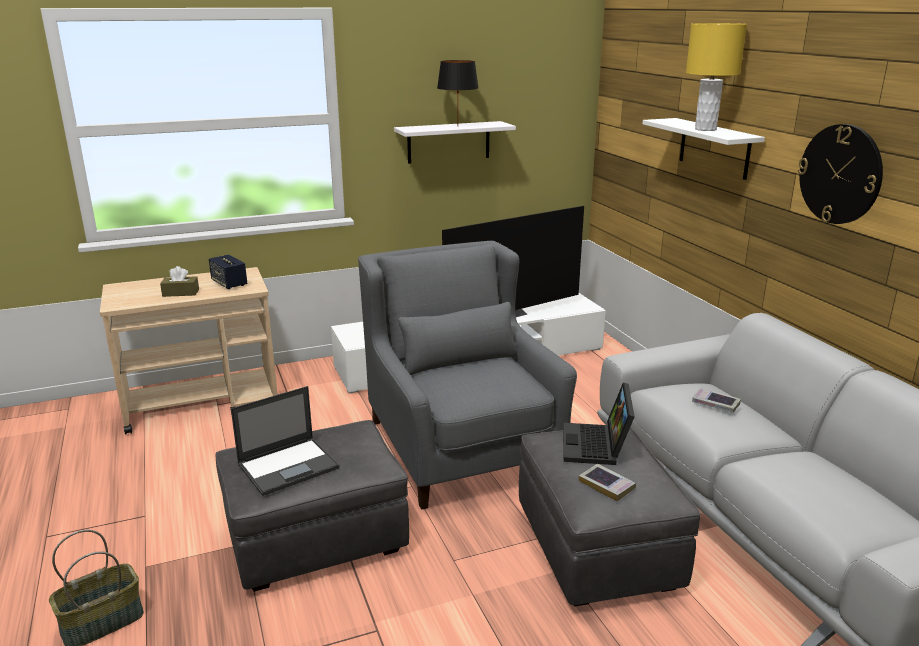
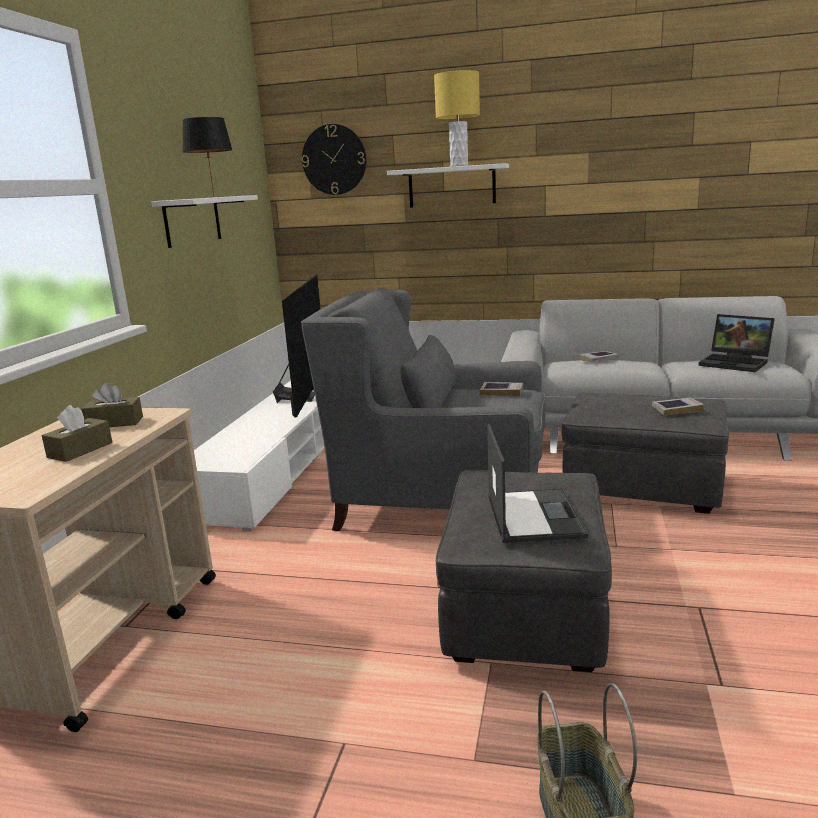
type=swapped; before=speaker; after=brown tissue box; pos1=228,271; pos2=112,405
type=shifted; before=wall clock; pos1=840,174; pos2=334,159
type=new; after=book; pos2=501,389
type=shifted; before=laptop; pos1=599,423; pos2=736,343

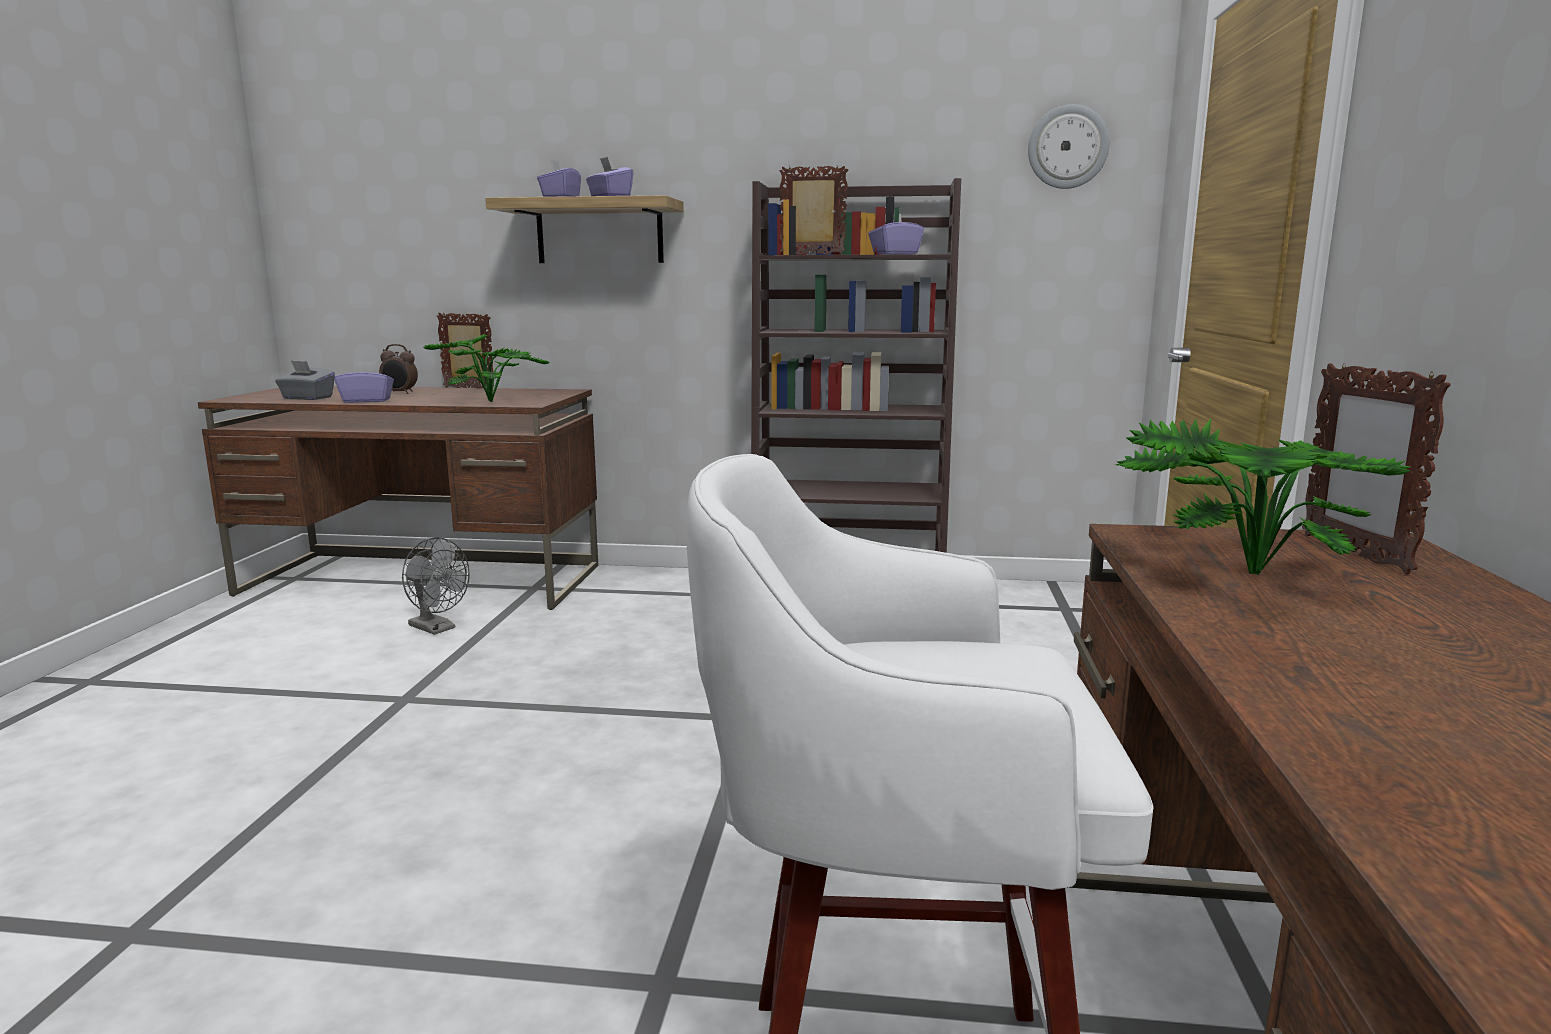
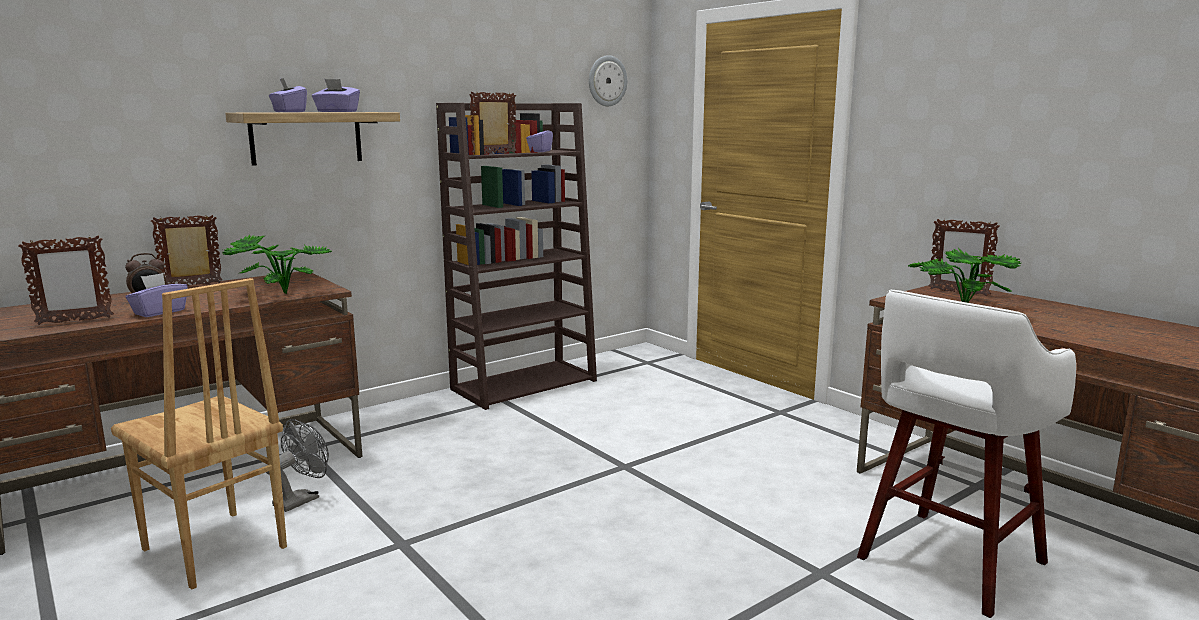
type=swapped; before=grey tissue box; after=picture frame; pos1=305,380; pos2=66,280
type=new; after=brown chair; pos2=199,434
type=rotated; before=grey fan; pos1=436,586; pos2=297,465; turn=-45

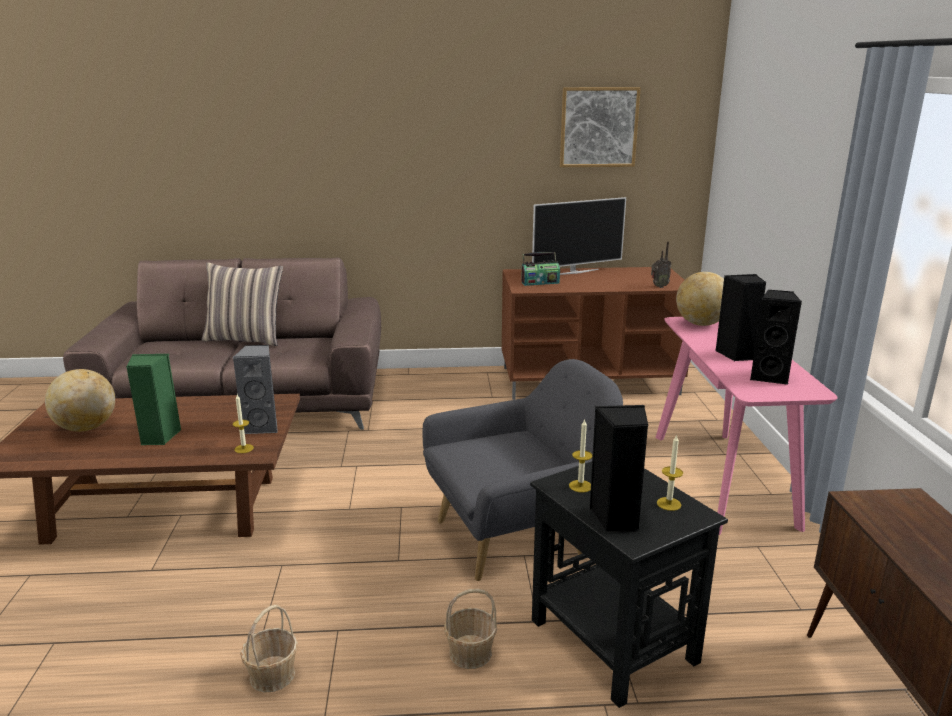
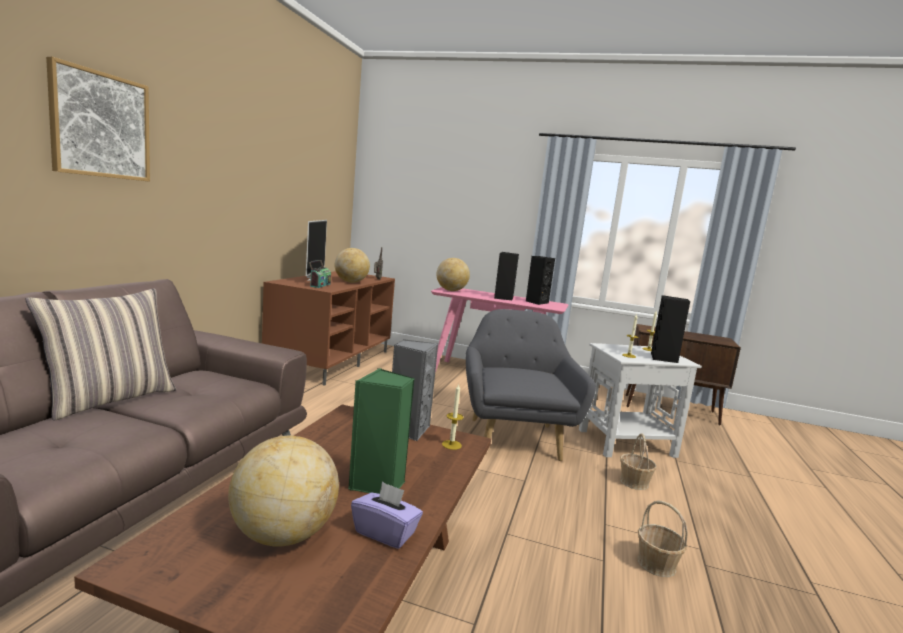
type=shifted; before=picture; pos1=600,127; pos2=98,119
type=new; after=globe; pos2=352,265
type=new; after=purple tissue box; pos2=387,515
type=repainted; before=black side table; after=white side table; pos1=629,584; pos2=640,400

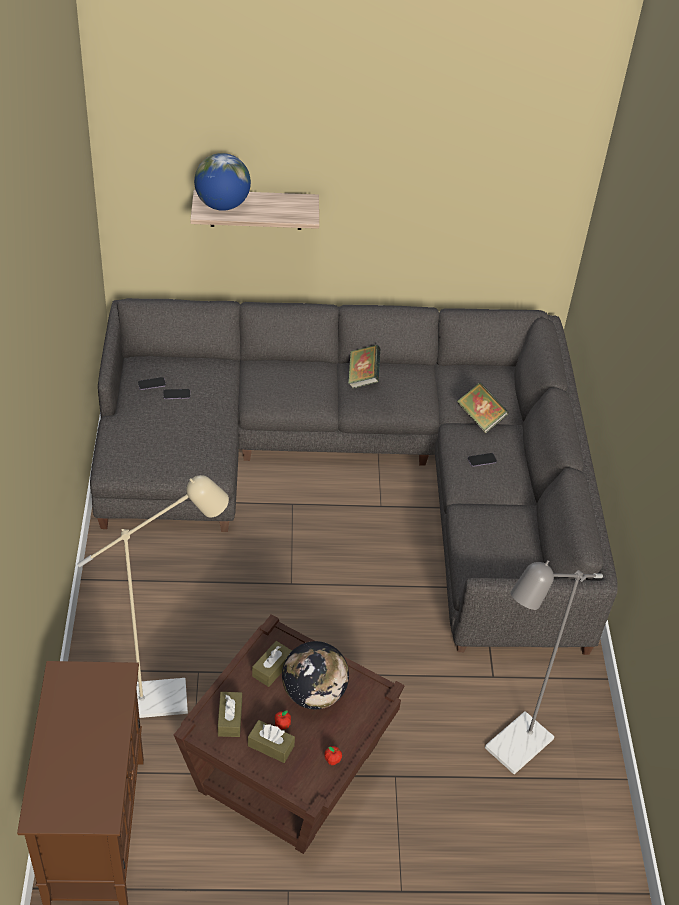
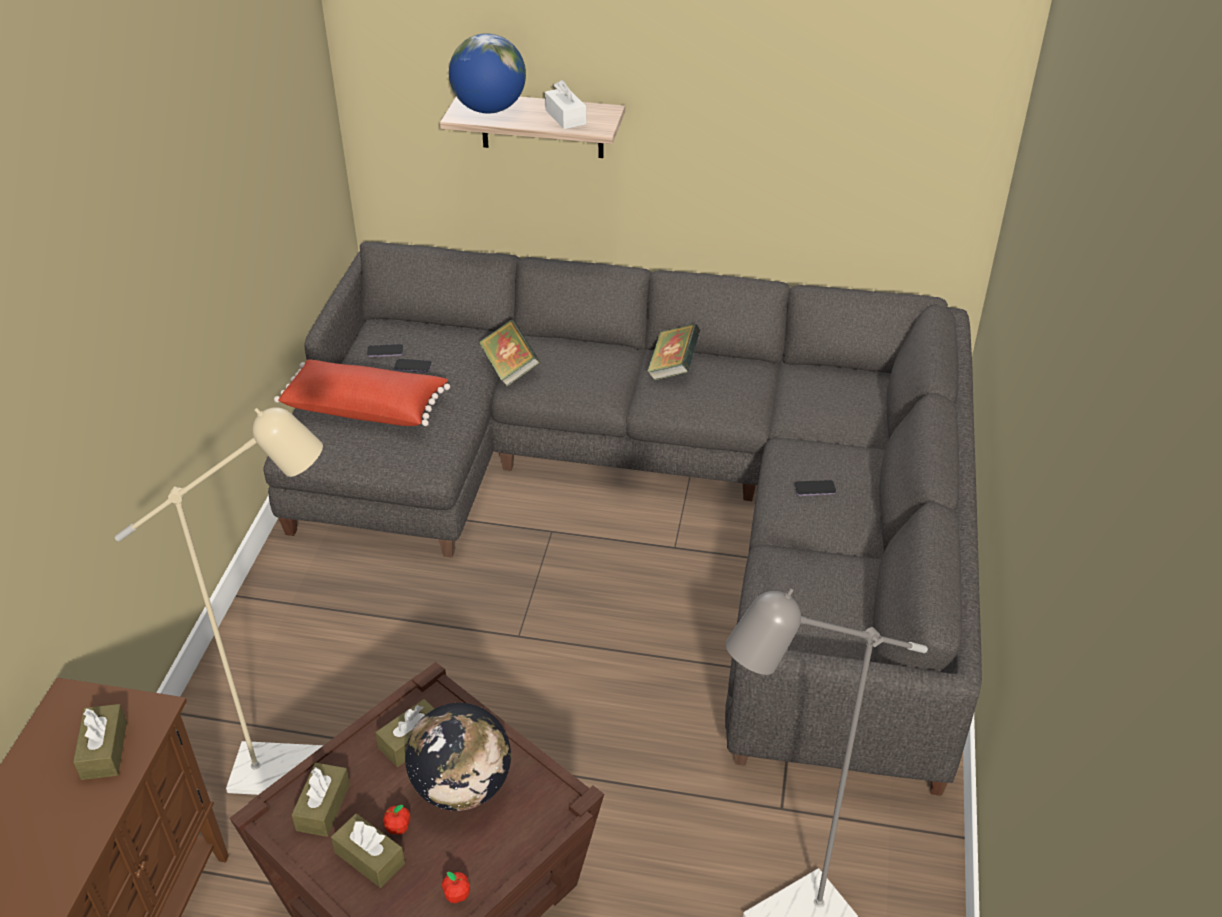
type=new; after=brown tissue box; pos2=100,742
type=new; after=red pillow; pos2=362,392
type=shifted; before=book; pos1=483,407; pos2=509,353
type=new; after=white tissue box; pos2=565,104

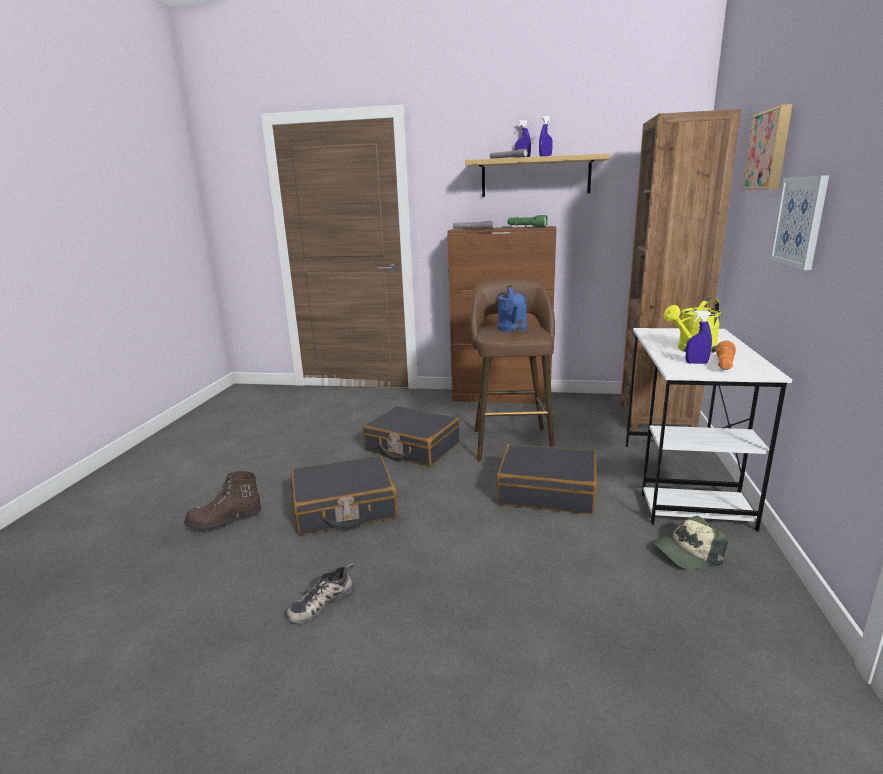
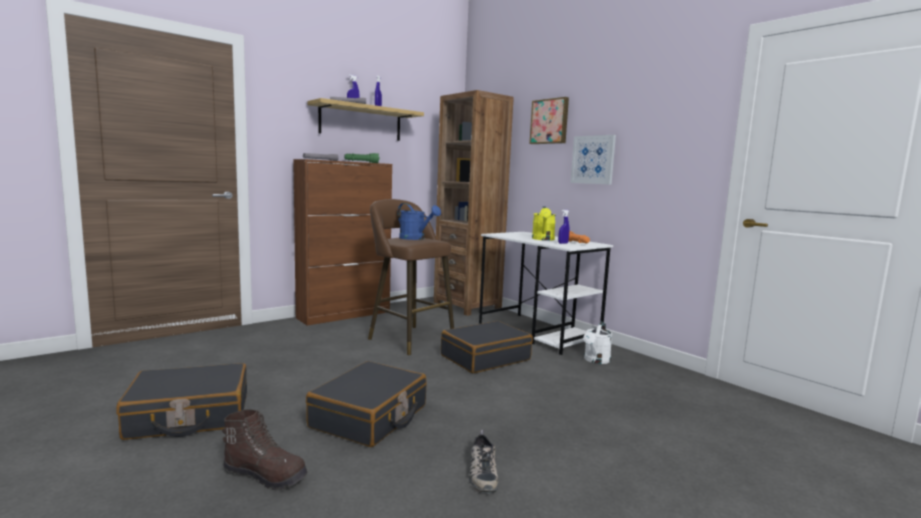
type=shifted; before=black suitcase; pos1=411,436; pos2=181,401
type=rotated; before=brown boot; pos1=223,502; pos2=265,449; turn=-90
type=swapped; before=cap; after=white watering can; pos1=690,542; pos2=598,343

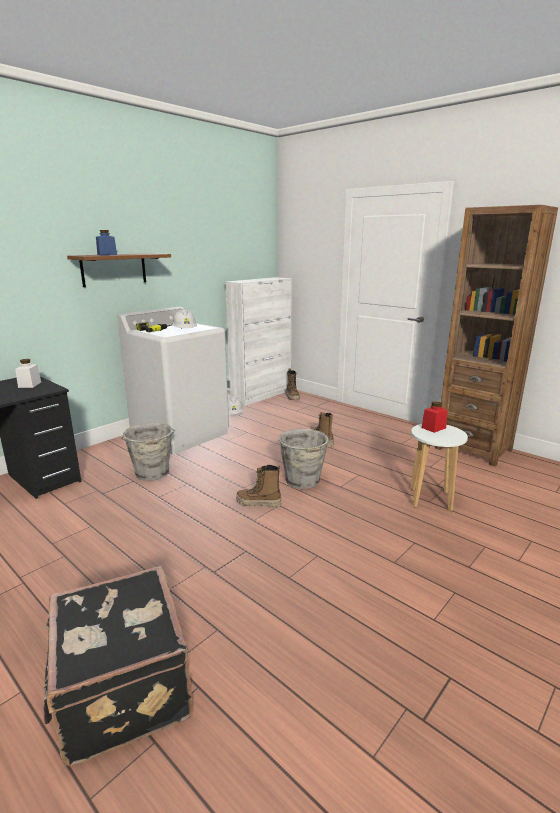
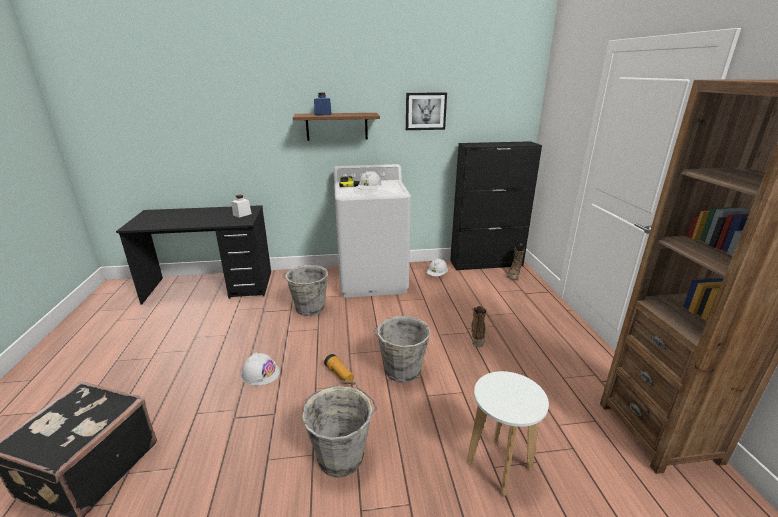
type=new; after=white hard hat; pos2=260,369
type=new; after=grey bucket; pos2=339,429
type=swapped; before=boot; after=flashlight; pos1=258,486; pos2=339,368
type=new; after=picture; pos2=426,111
type=repainted; before=white cabinet; after=black cabinet; pos1=258,341; pos2=496,205
type=gone; before=red jar; pos1=435,417

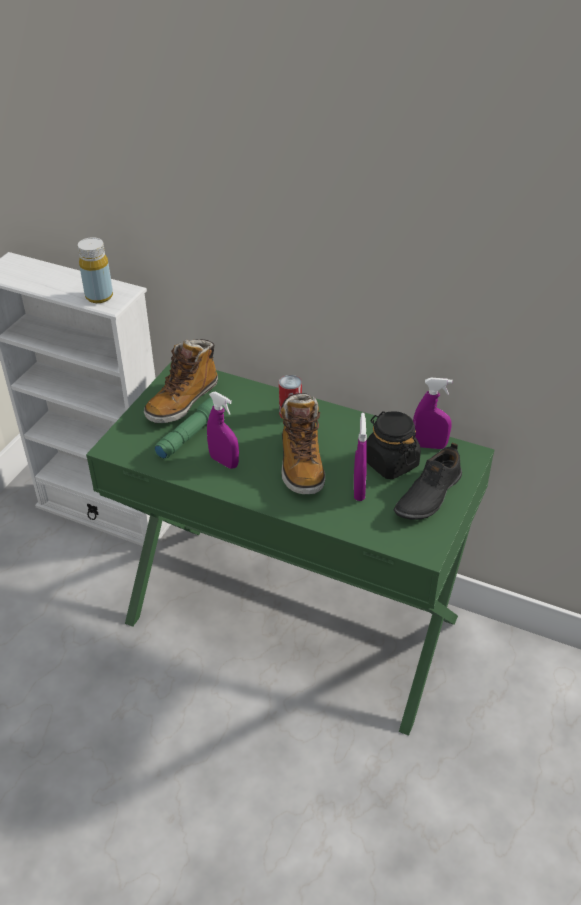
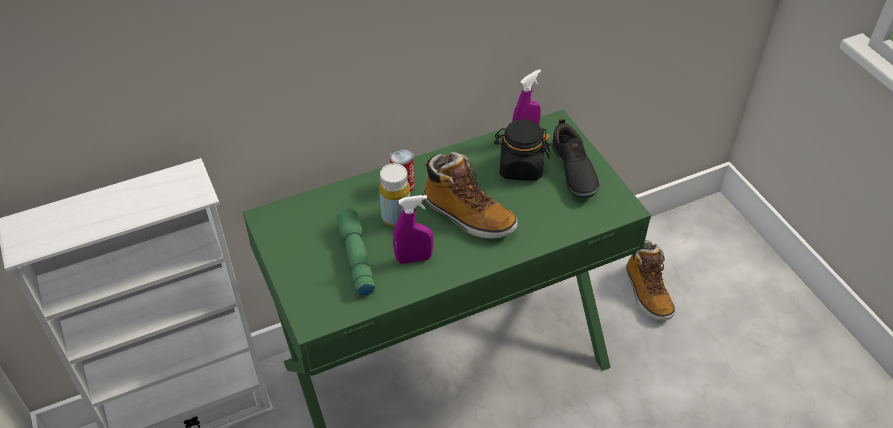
type=shifted; before=yellow bottle; pos1=95,270; pos2=394,195
type=shifted; before=boot; pos1=181,381; pos2=650,280
type=gone; before=purple spray bottle; pos1=360,457

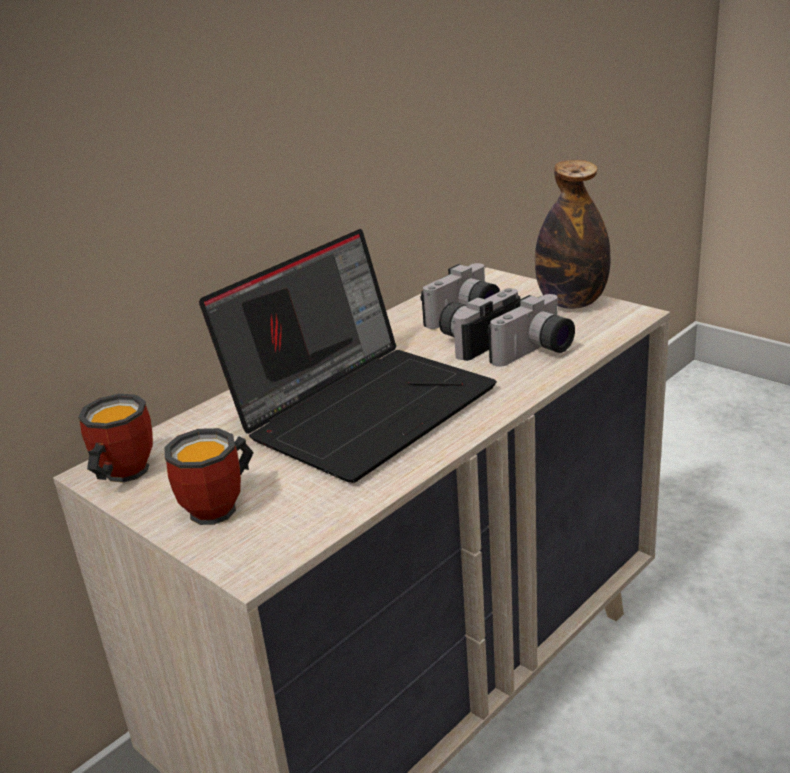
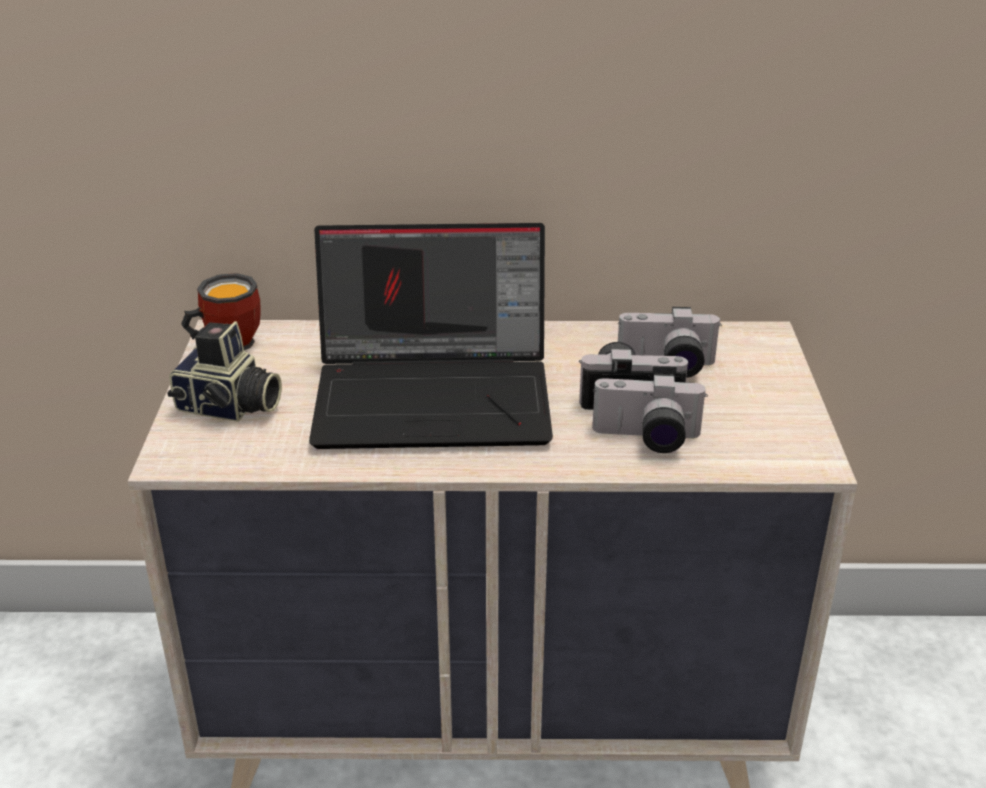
type=swapped; before=mug; after=photo camera; pos1=209,476; pos2=224,371
type=gone; before=bottle; pos1=572,234

